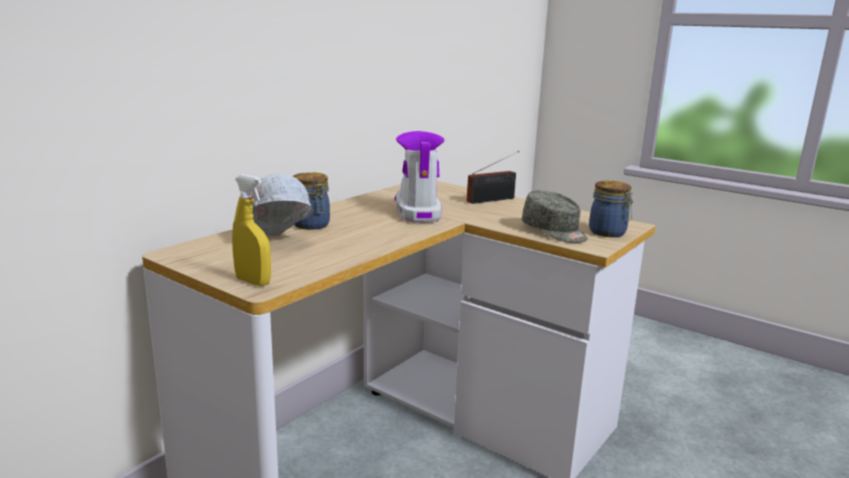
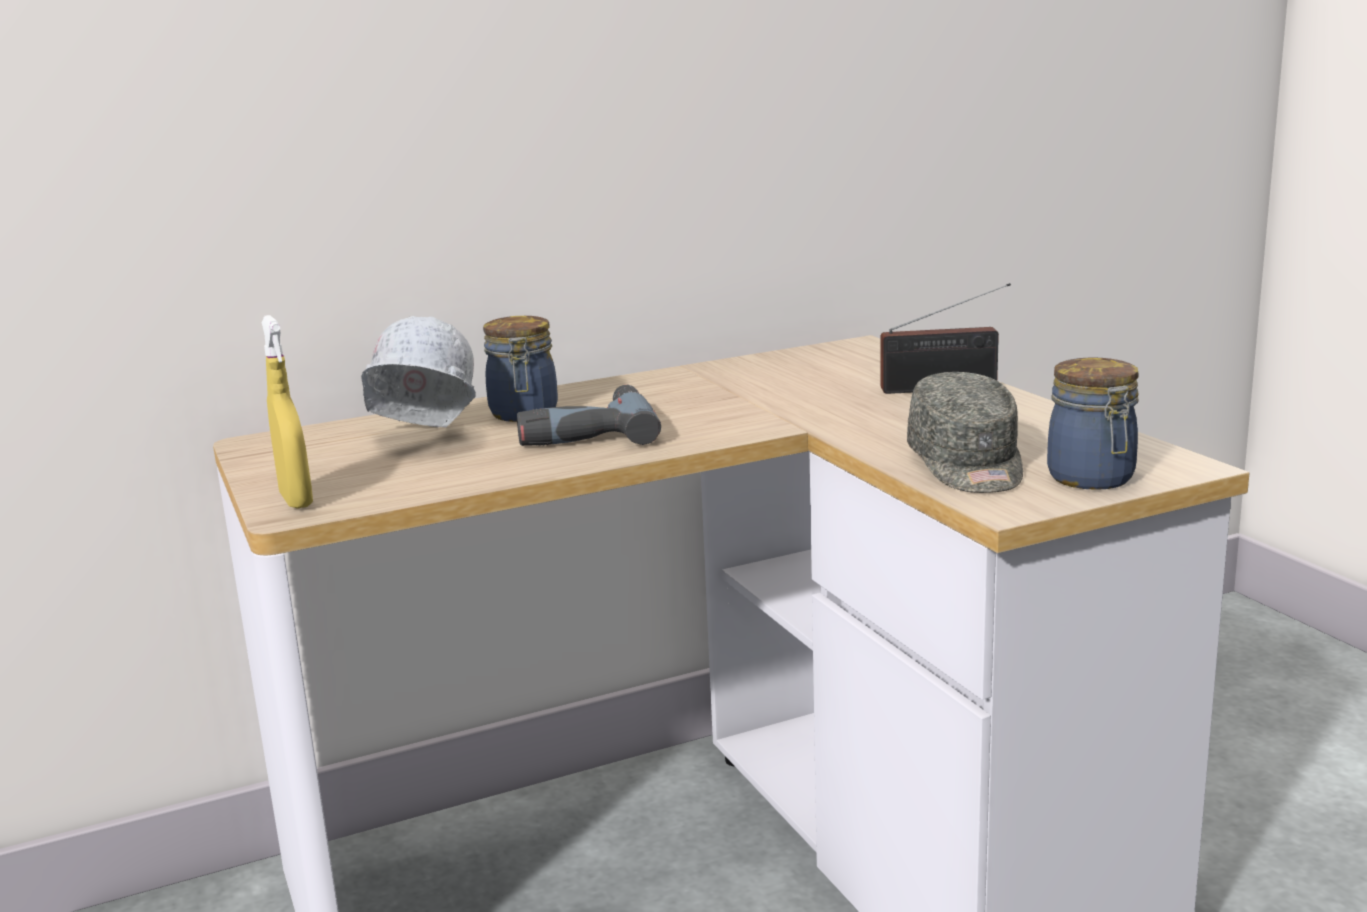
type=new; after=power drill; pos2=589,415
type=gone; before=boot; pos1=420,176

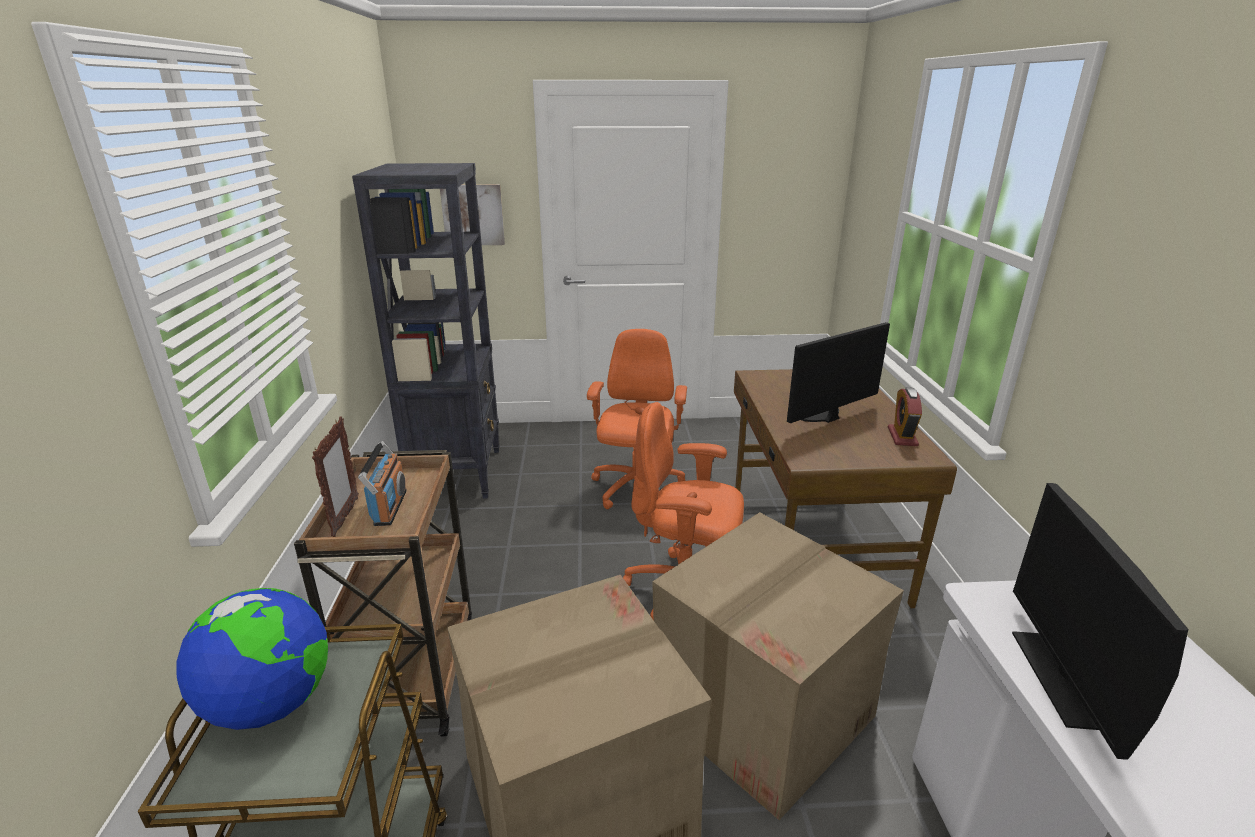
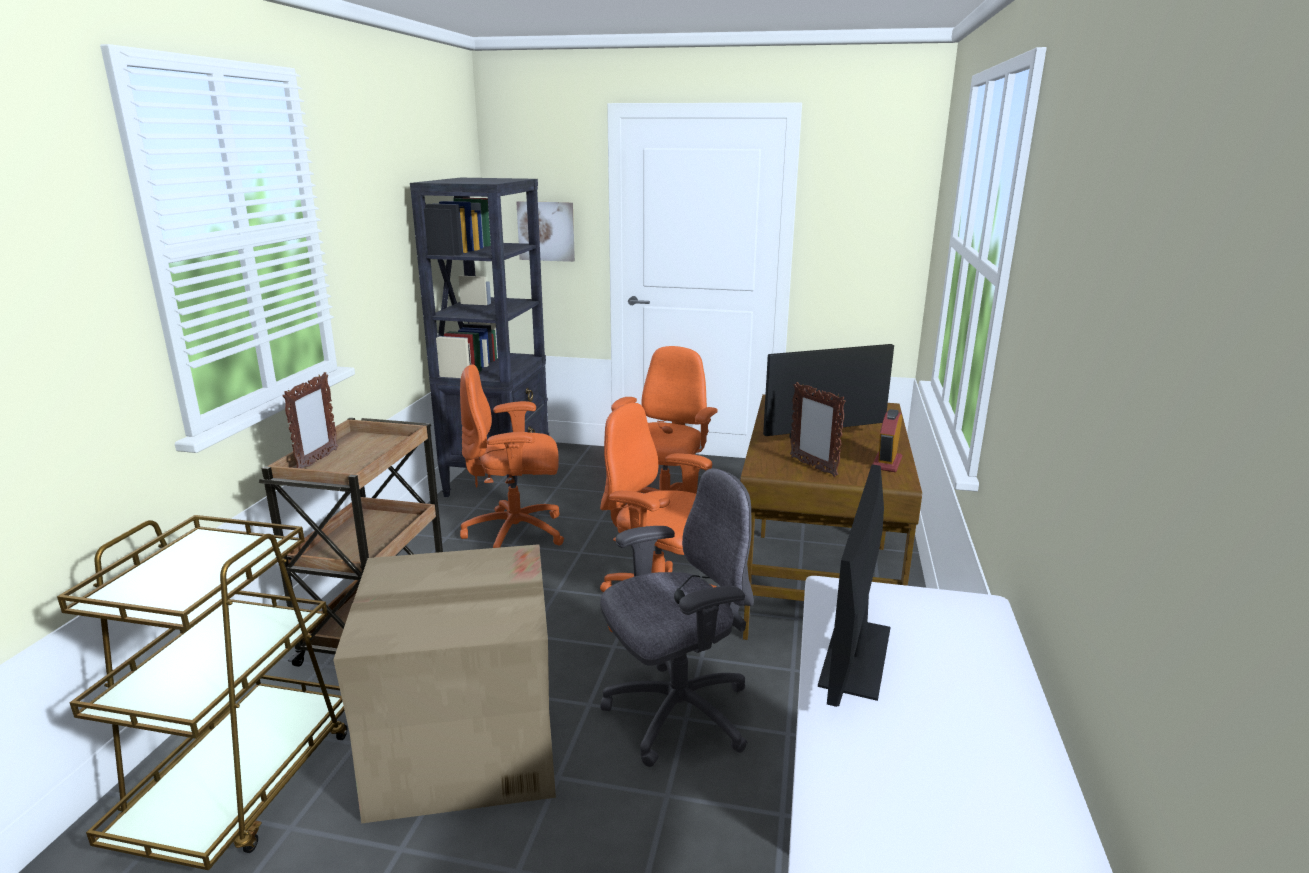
type=new; after=orange office chair; pos2=512,456
type=swapped; before=cardboard box; after=grey office chair; pos1=778,666; pos2=677,618
type=new; after=picture frame; pos2=818,429
type=gone; before=globe; pos1=252,659
type=gone; before=radio; pos1=382,483

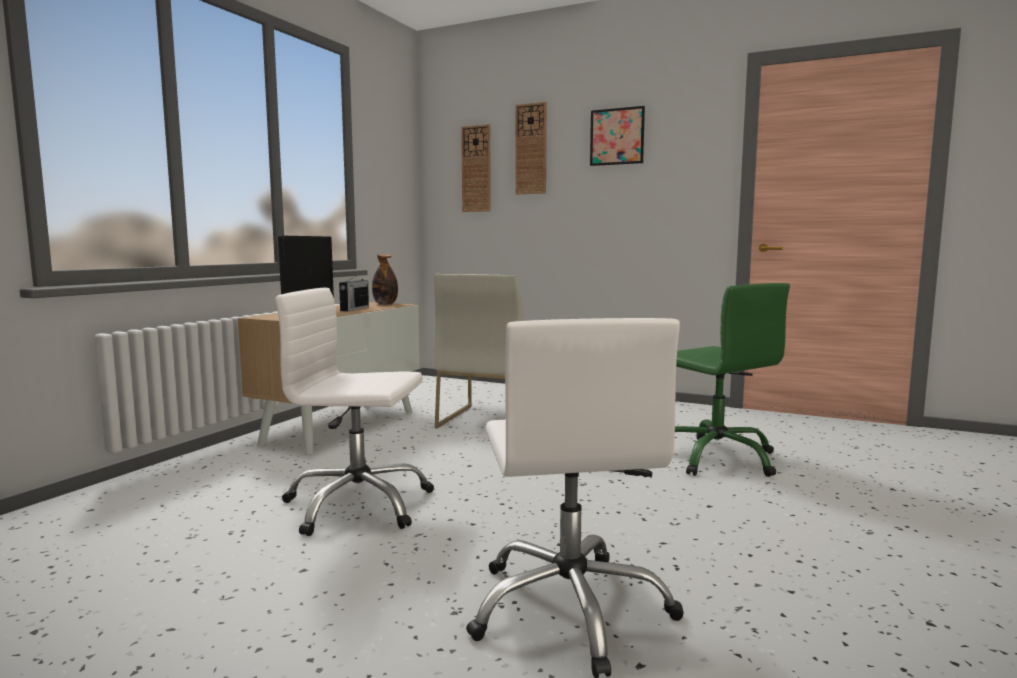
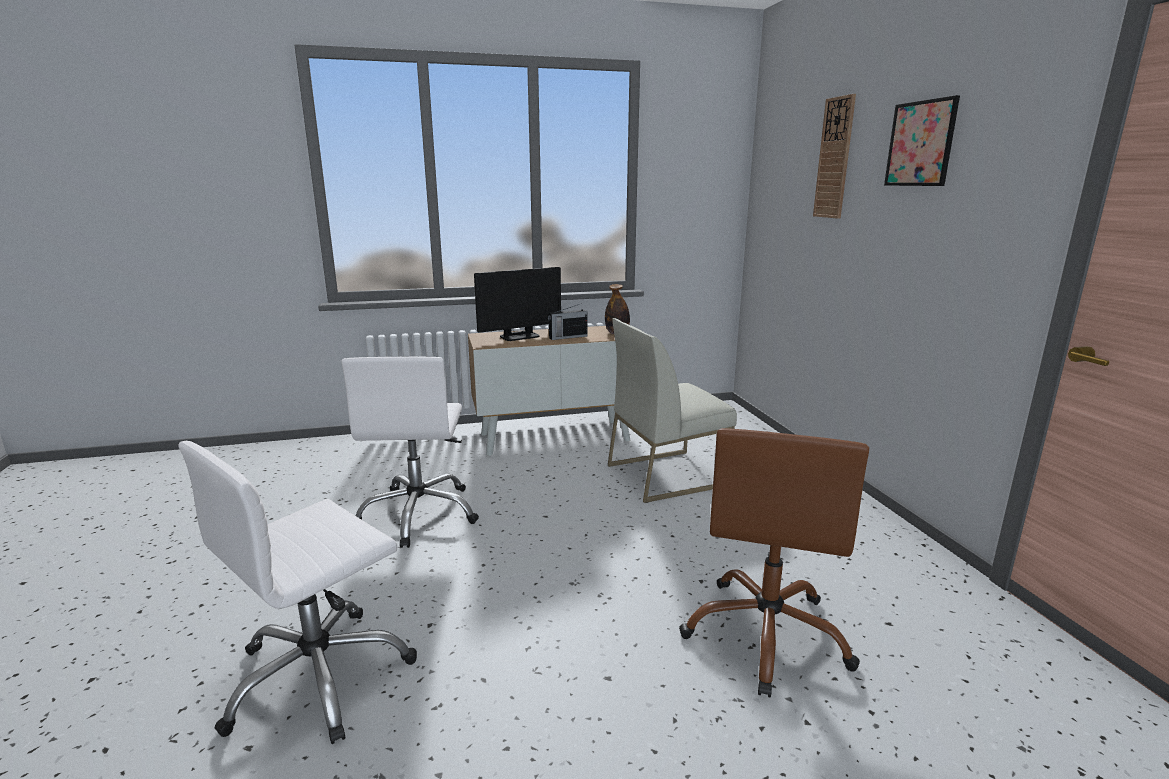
type=rotated; before=white office chair; pos1=354,412; pos2=410,452; turn=-150
type=repainted; before=green office chair; after=brown office chair; pos1=732,380; pos2=774,562
type=gone; before=wall clock; pos1=476,168

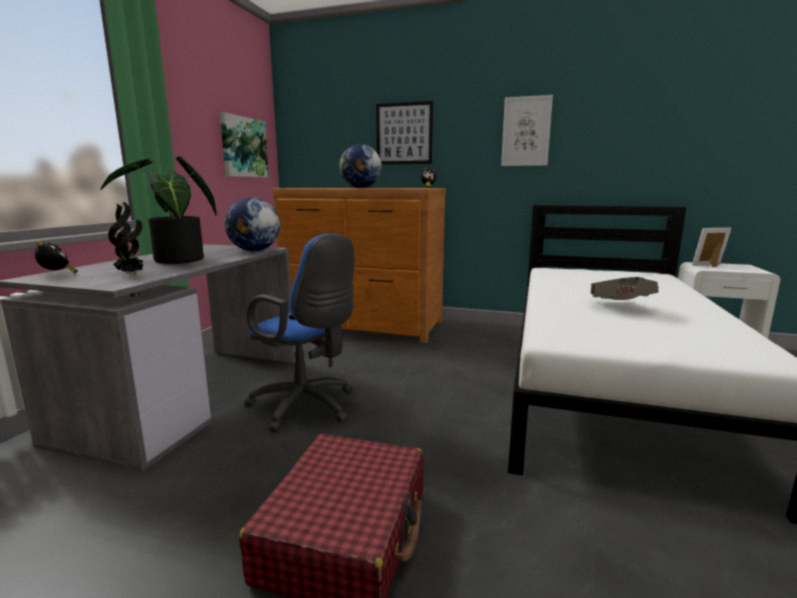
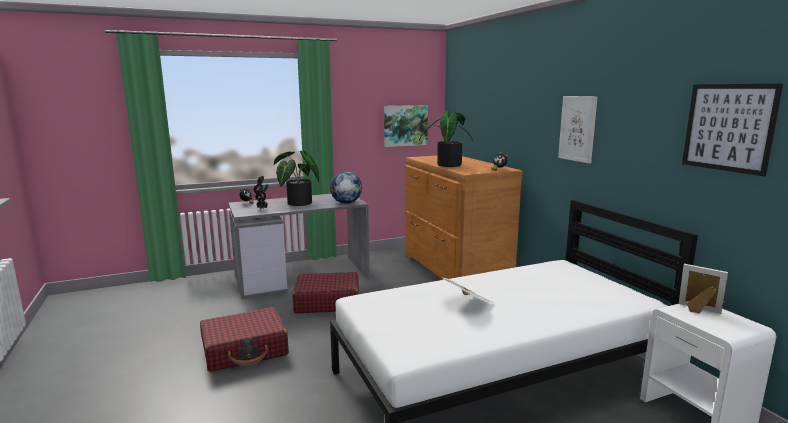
type=swapped; before=blue office chair; after=red suitcase; pos1=299,333; pos2=325,292
type=swapped; before=globe; after=potted plant; pos1=360,166; pos2=446,139
type=shifted; before=picture; pos1=404,133; pos2=732,130

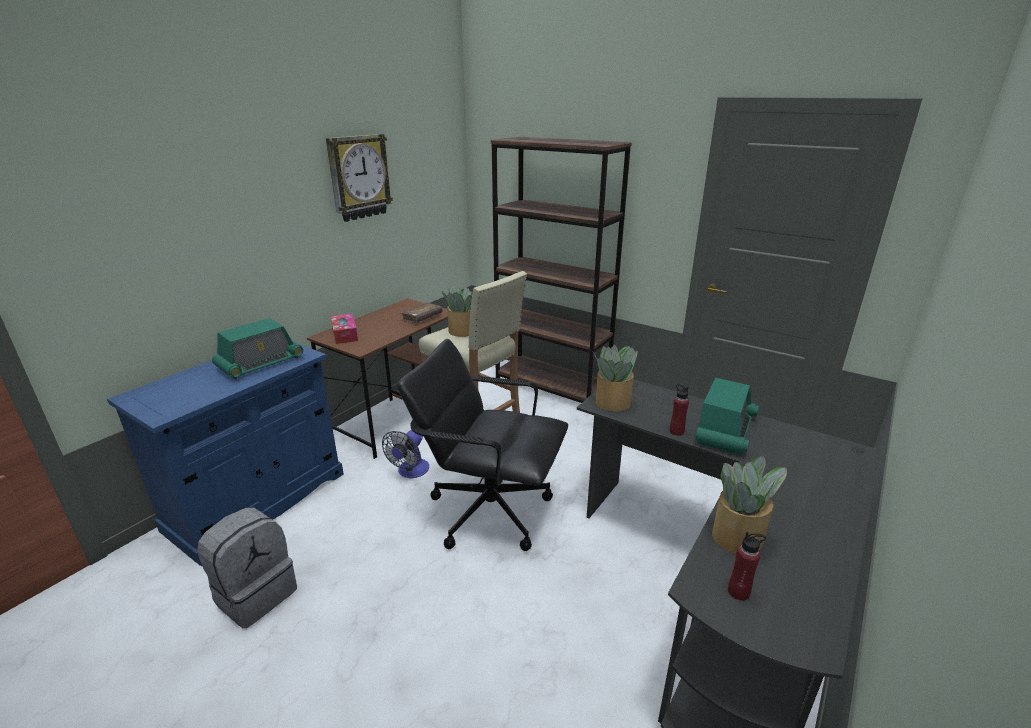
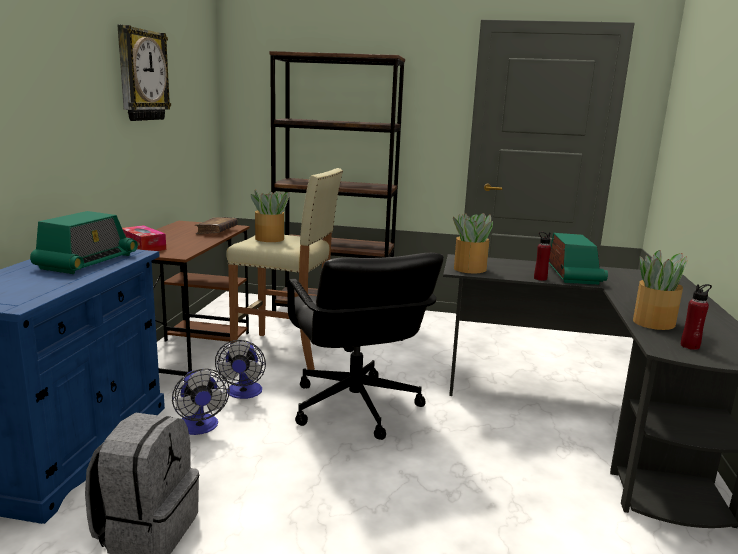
type=new; after=fan; pos2=201,401
type=rotated; before=black office chair; pos1=482,445; pos2=365,346; turn=-105

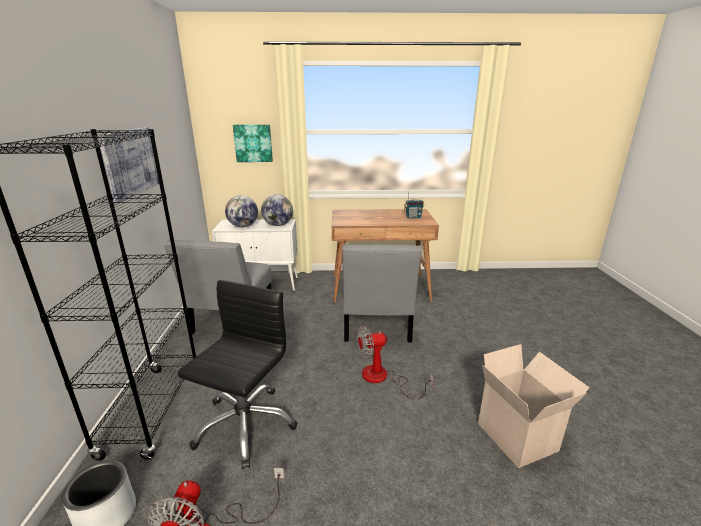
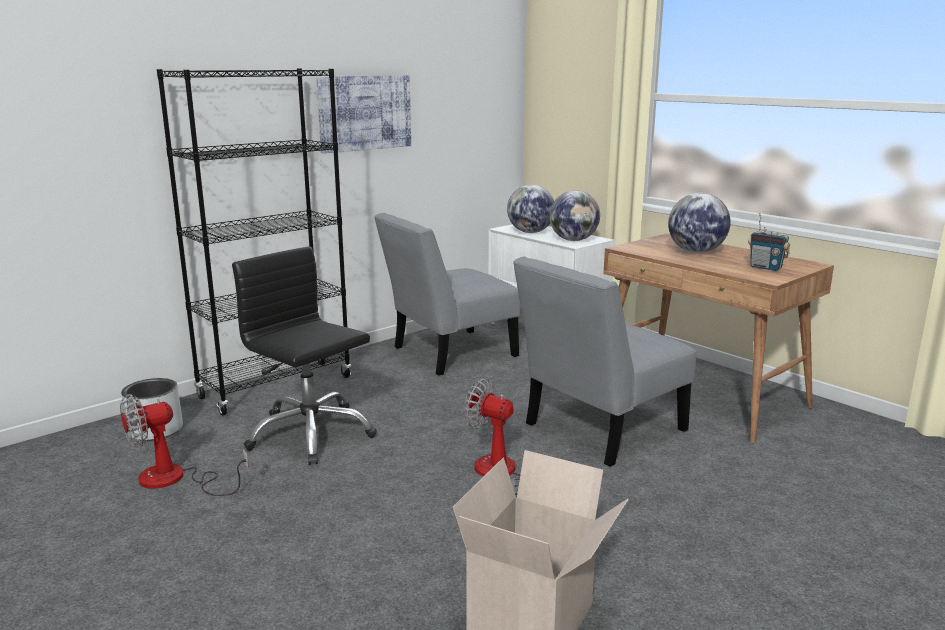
type=rotated; before=black office chair; pos1=237,374; pos2=304,355; turn=-120
type=new; after=globe; pos2=699,223
type=gone; before=picture; pos1=253,143

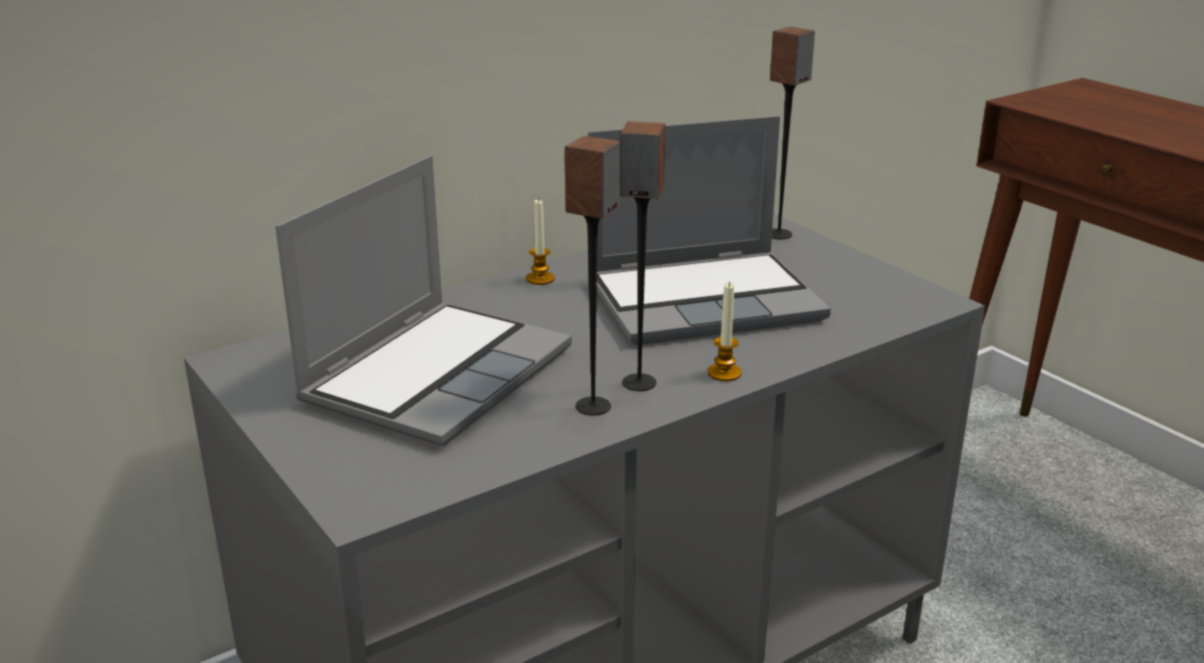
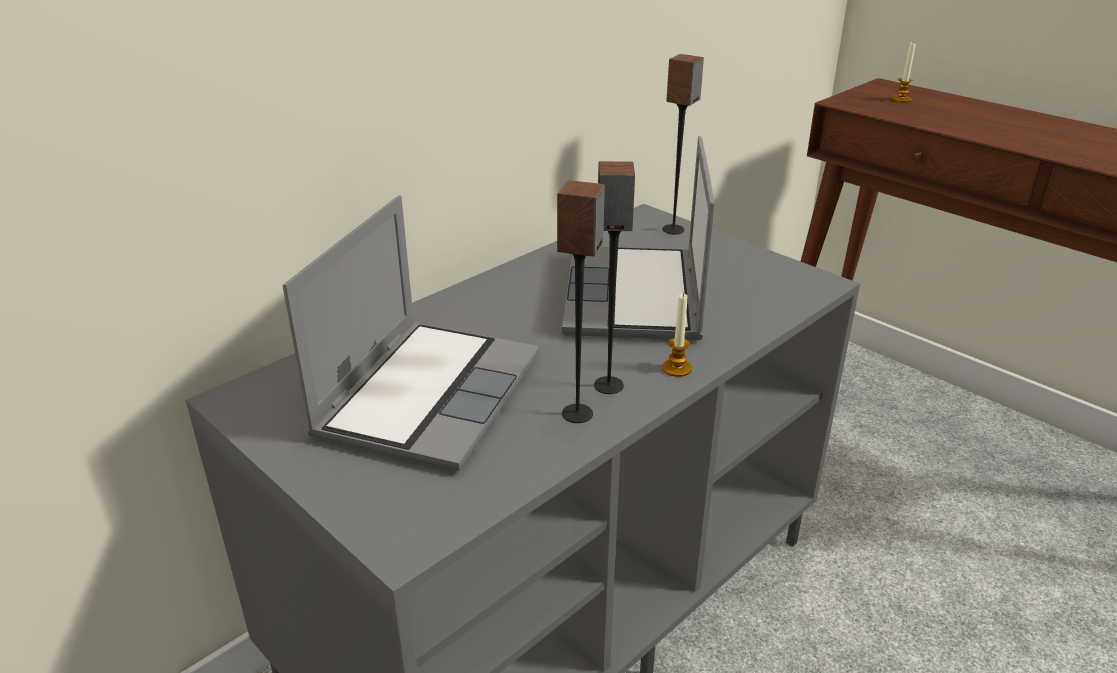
type=rotated; before=laptop; pos1=709,230; pos2=638,238; turn=120
type=shifted; before=candle; pos1=540,241; pos2=903,72

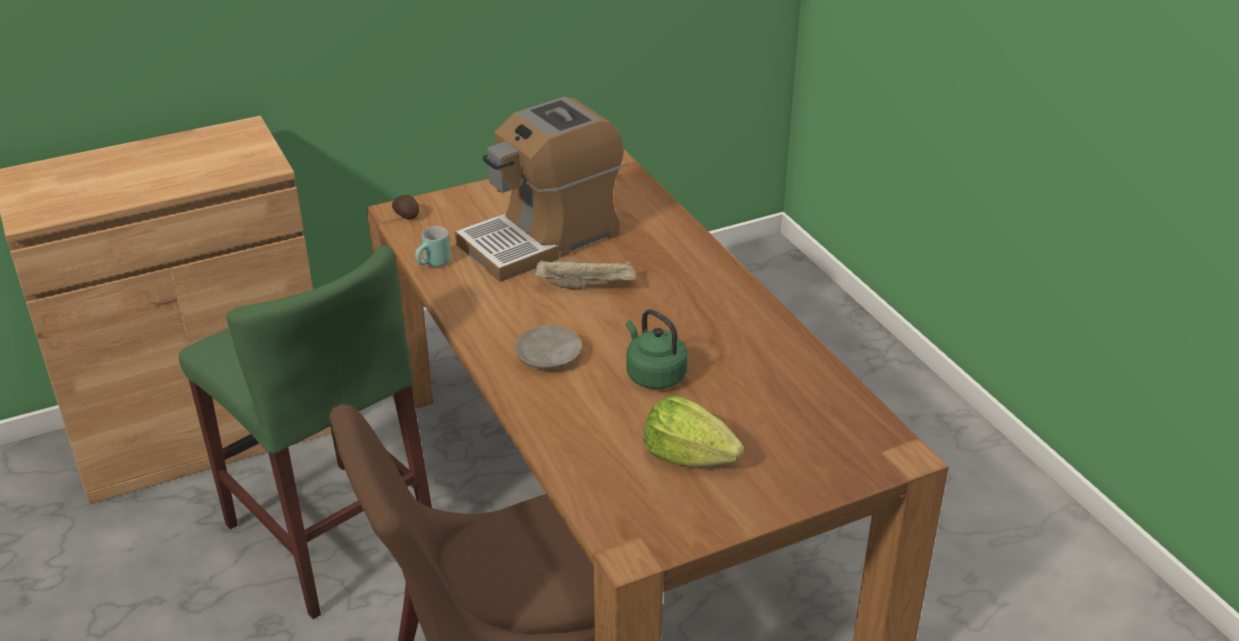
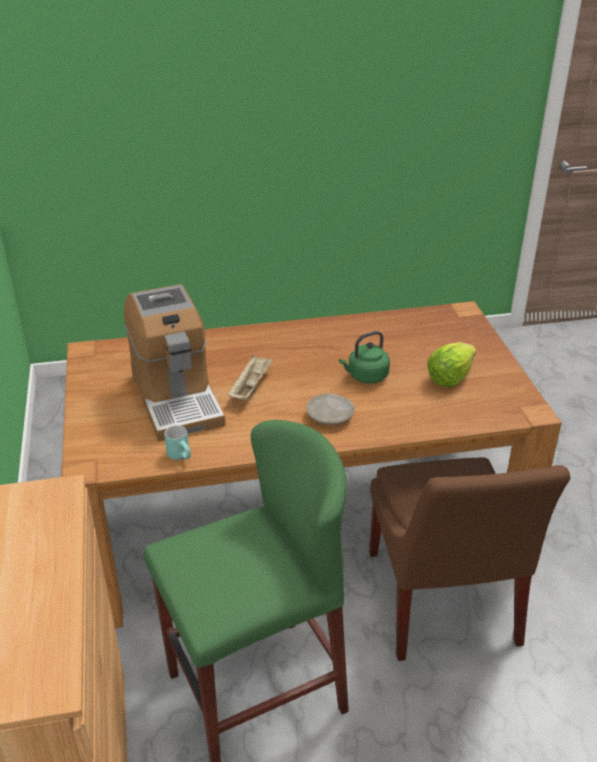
type=gone; before=potato; pos1=405,207

